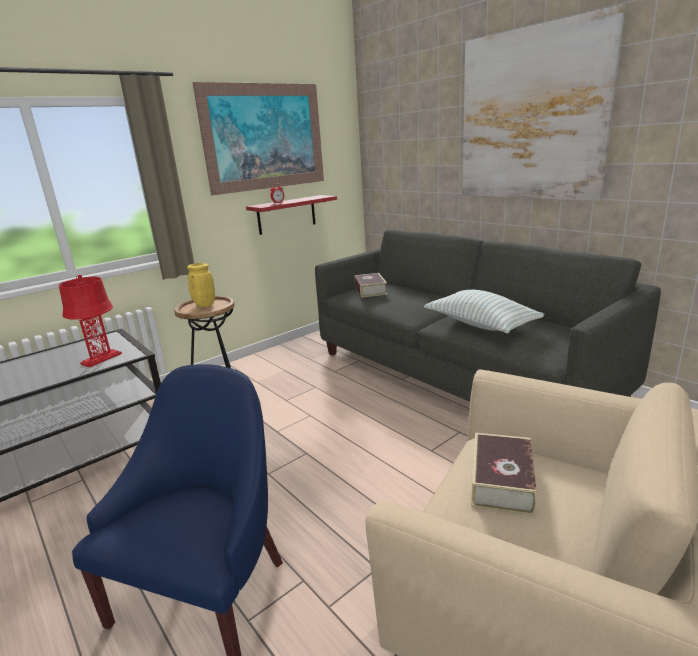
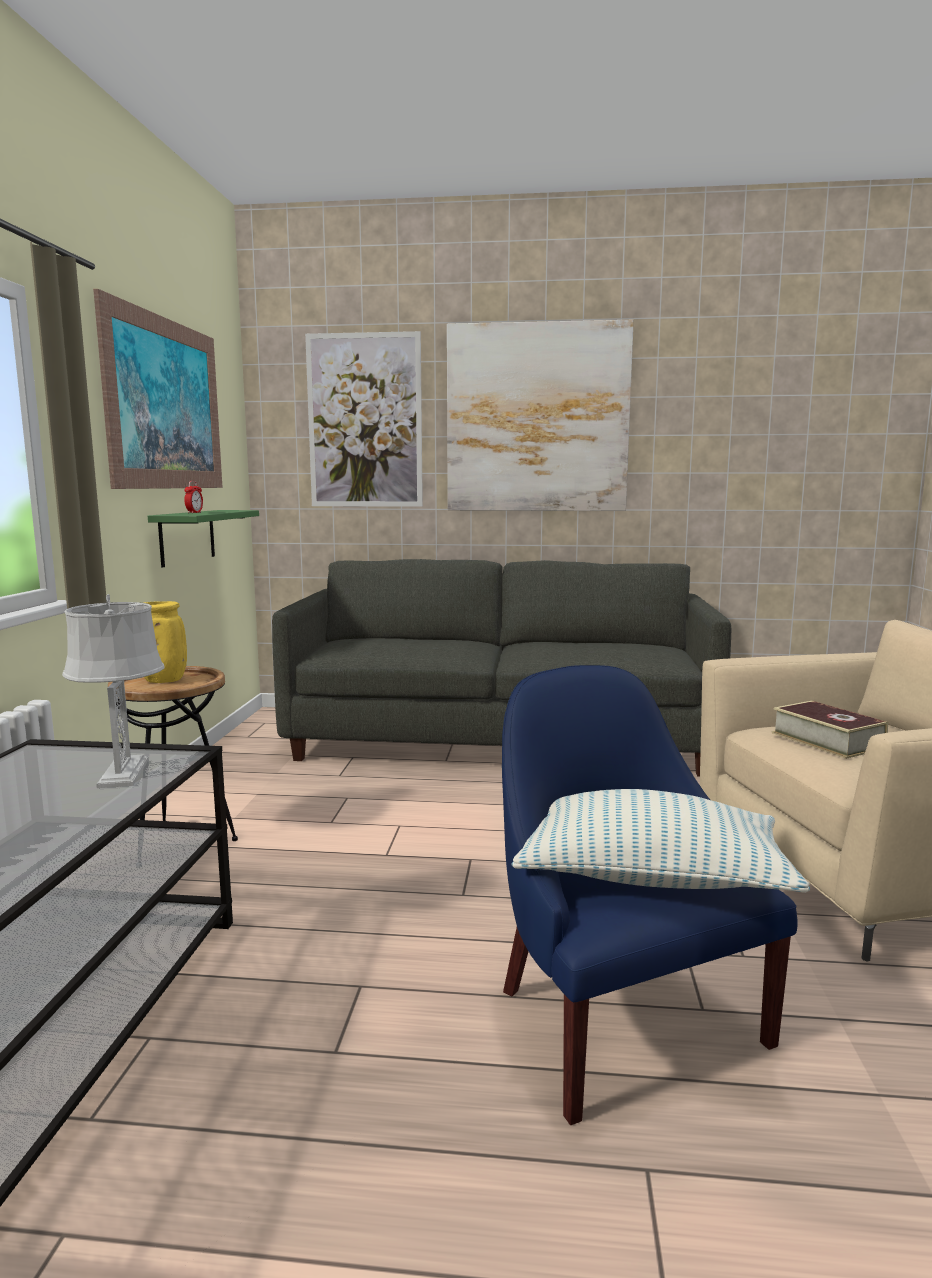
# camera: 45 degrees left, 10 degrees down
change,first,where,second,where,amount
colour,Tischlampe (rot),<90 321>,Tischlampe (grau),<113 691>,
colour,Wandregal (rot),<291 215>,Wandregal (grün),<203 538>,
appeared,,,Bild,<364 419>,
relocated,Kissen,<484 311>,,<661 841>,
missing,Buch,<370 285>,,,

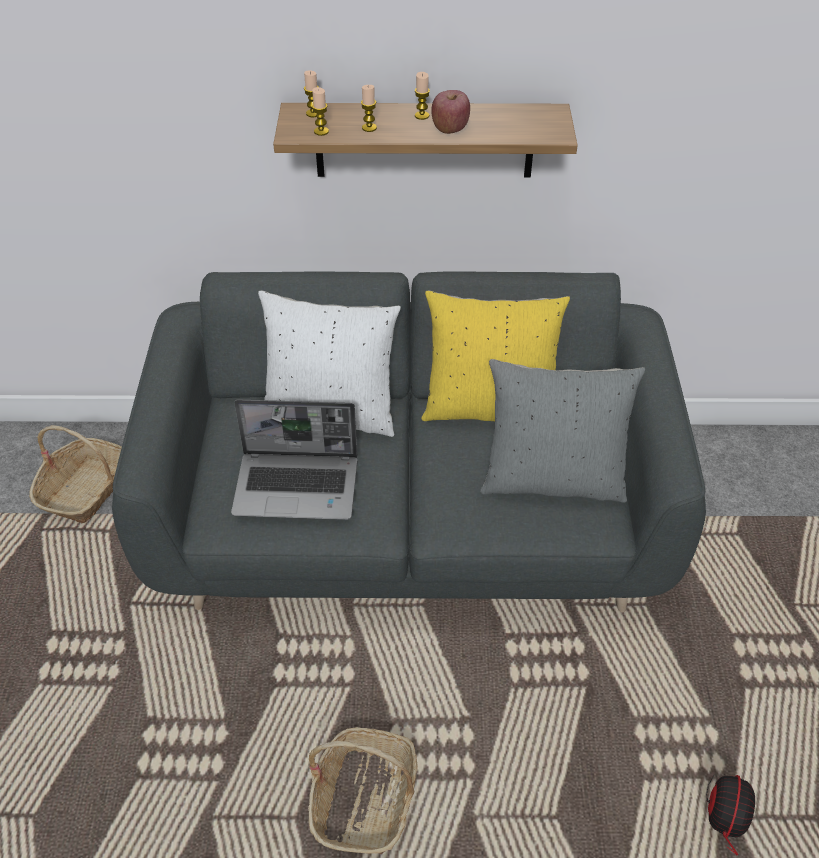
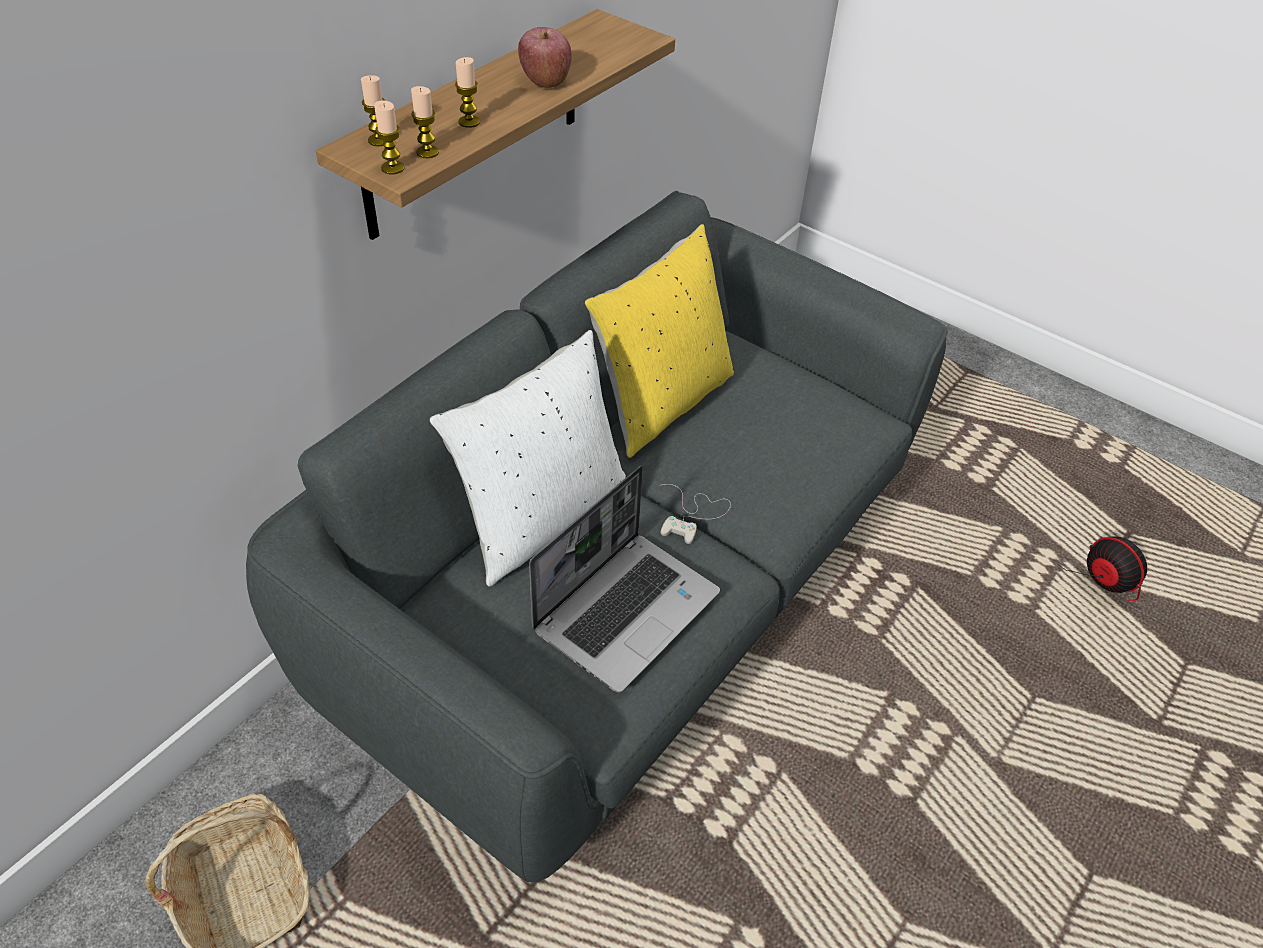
# camera: 55 degrees left, 0 degrees up
change,first,where,second,where,amount
relocated,Kerze,<422 96>,,<389 137>,
appeared,,,Gamepad (weiß),<695 514>,
missing,Korb,<363 790>,,,
missing,Kissen (grau),<562 431>,,,

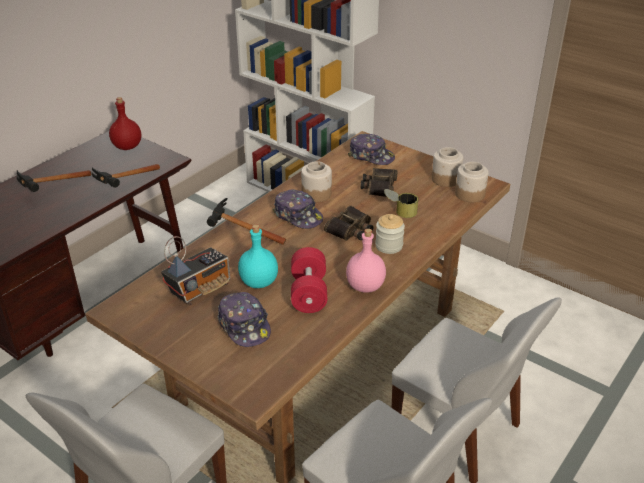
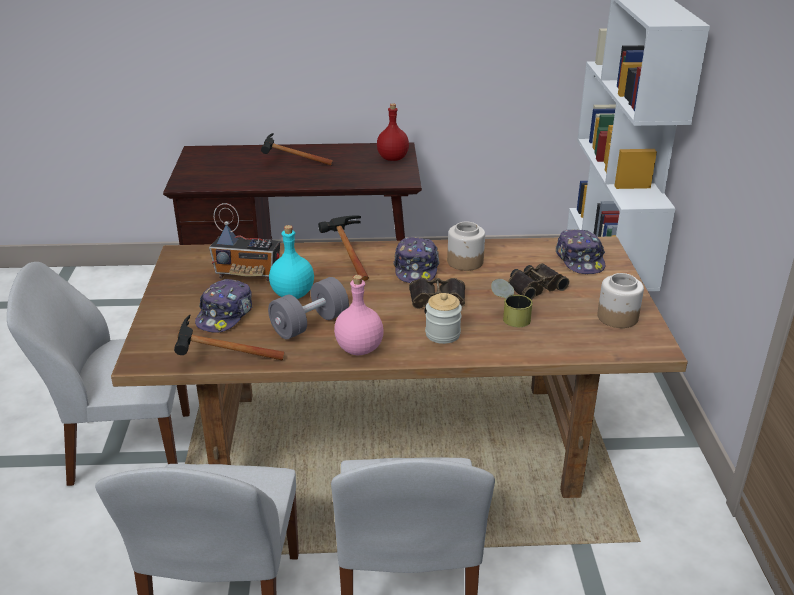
# camera: 50 degrees right, 5 degrees down
change,first,where,second,where,amount
relocated,Hammer,<126 176>,,<229 337>,
colour,Hantel (rot),<309 280>,Hantel (grau),<308 308>,
missing,Vorratsglas,<472 182>,,,

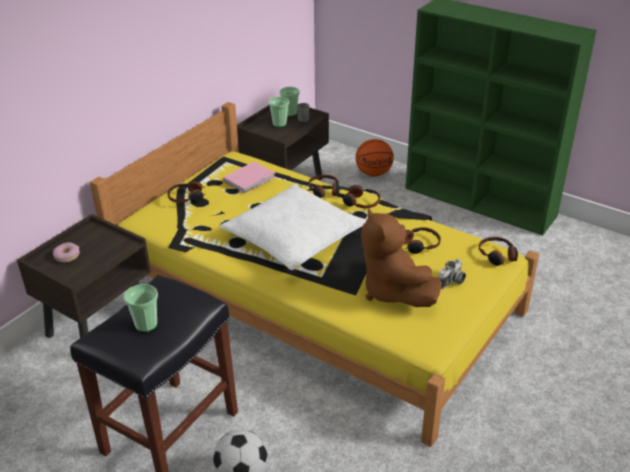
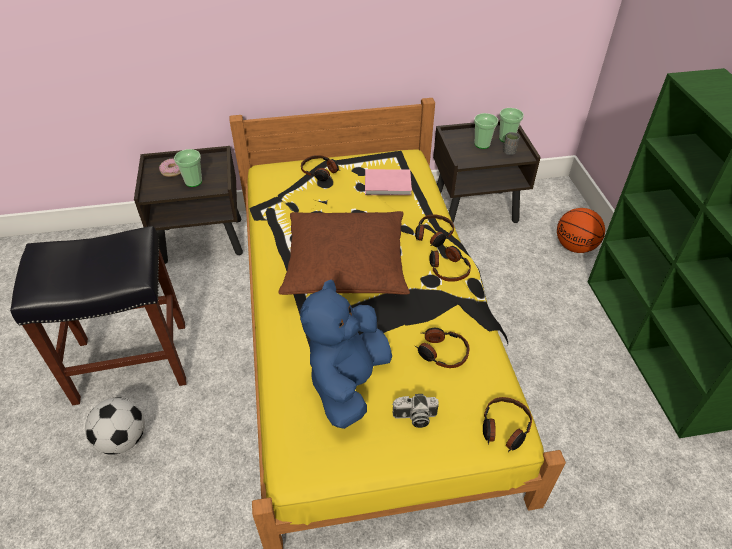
# camera: 45 degrees right, 10 degrees up
change,first,where,second,where,amount
relocated,Tasse,<141 308>,,<188 168>,
colour,Kissen (weiß),<293 227>,Kissen (braun),<344 253>,
colour,Plüschtier (braun),<401 257>,Plüschtier (blau),<346 354>,

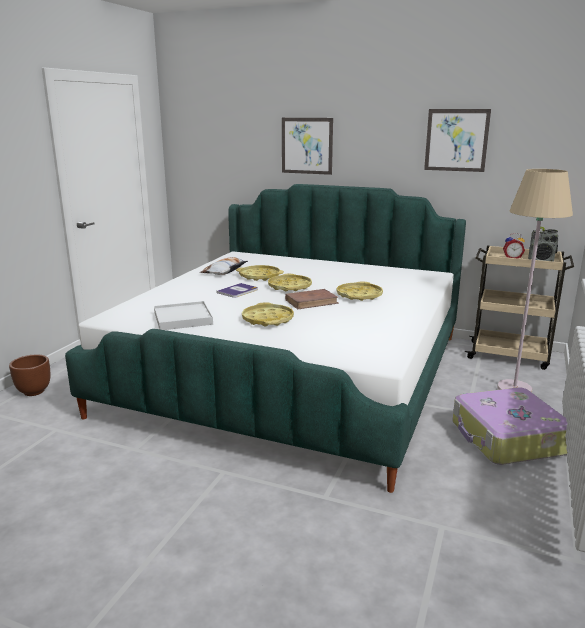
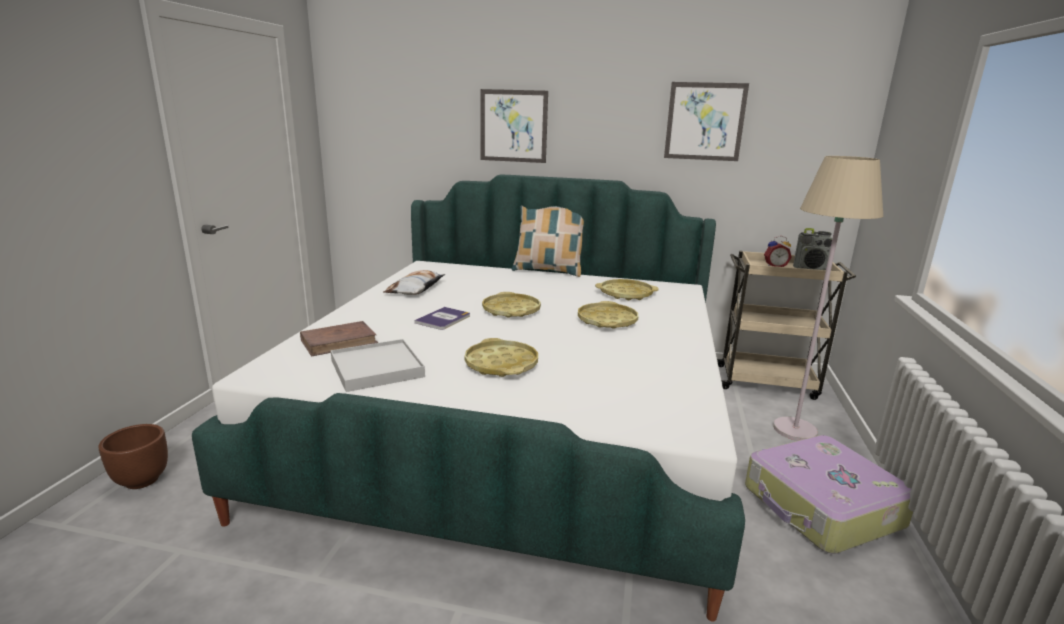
# camera: 10 degrees left, 0 degrees up
change,first,where,second,where,amount
relocated,Buch (braun),<312 299>,,<339 339>,
appeared,,,Kissen,<548 241>,
relocated,Tablett (gelb),<260 273>,,<627 289>,

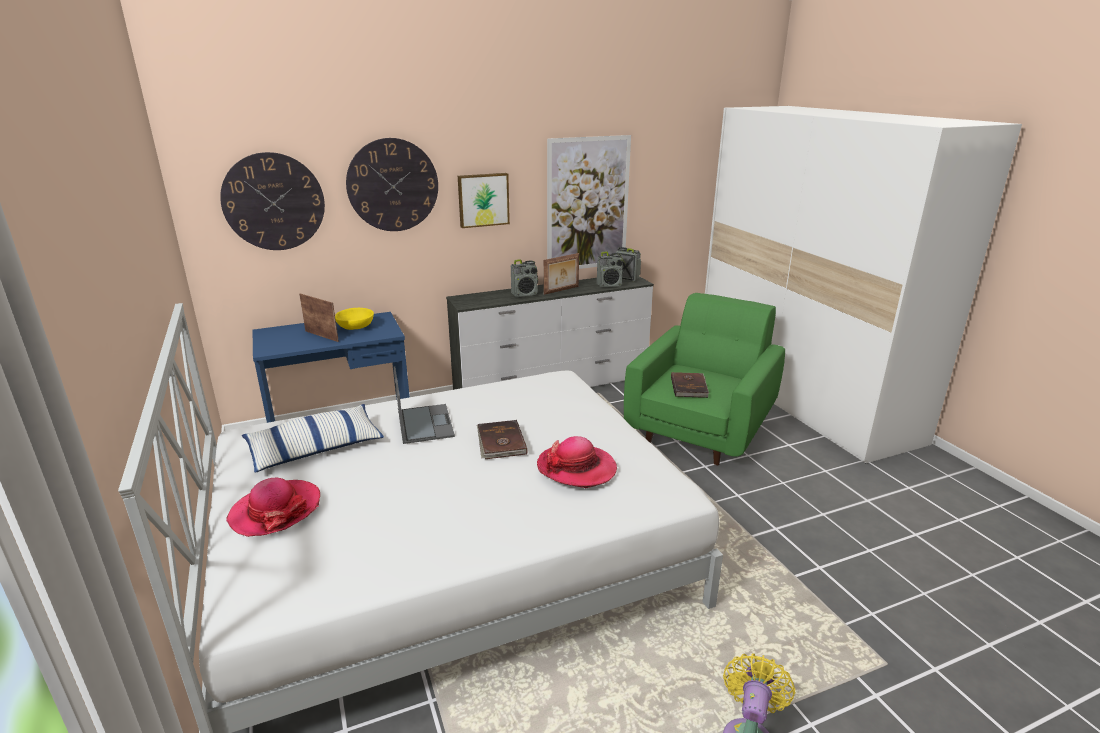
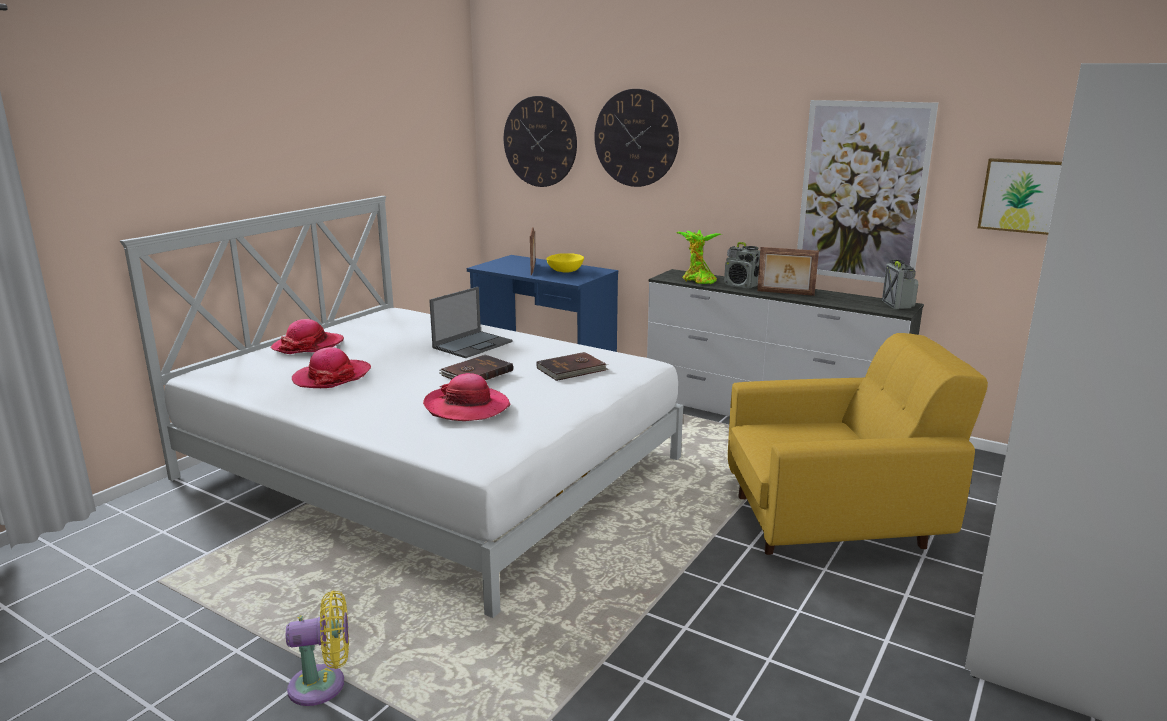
# camera: 55 degrees right, 5 degrees down
change,first,where,second,where,amount
appeared,,,Hut,<331 367>,
relocated,Buch (braun),<690 385>,,<572 366>,
appeared,,,Topfpflanze,<698 257>,
colour,Sessel (grün),<704 379>,Sessel (gelb),<858 444>,
relocated,Bild,<484 200>,,<1020 196>,
missing,Kissen,<313 438>,,,
missing,Radio,<610 269>,,,

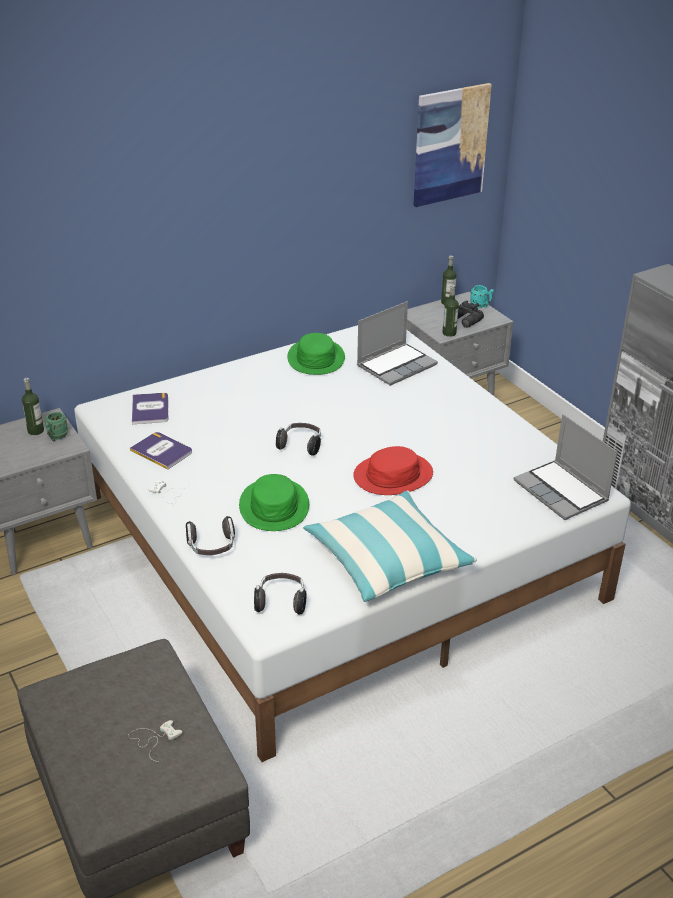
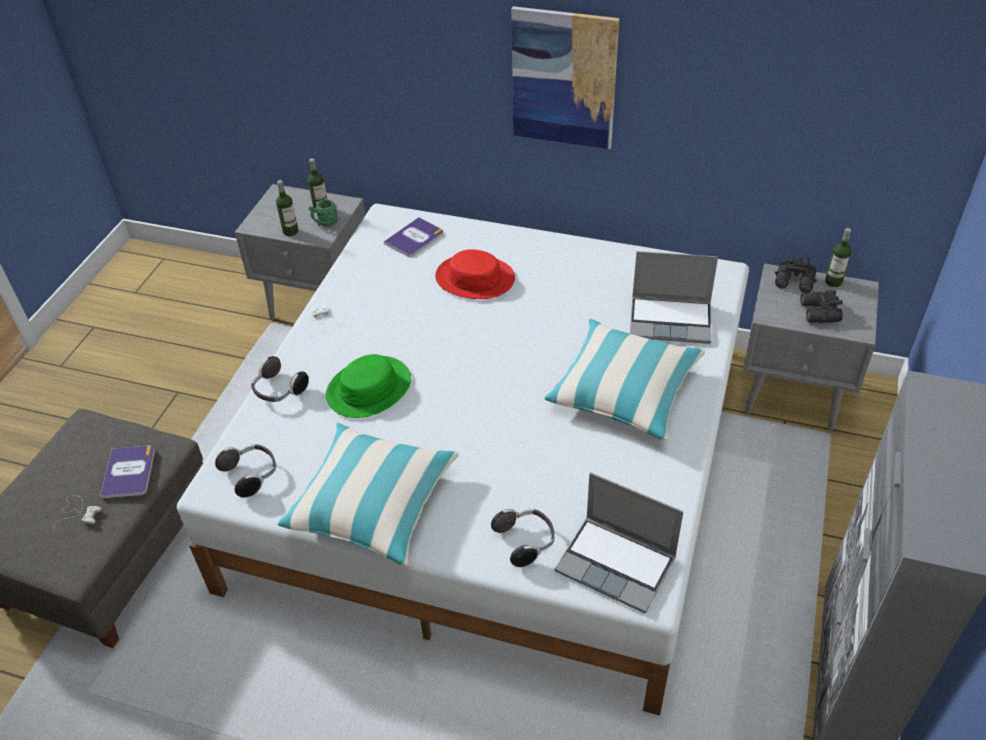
# camera: 50 degrees right, 10 degrees up
change,first,where,second,where,amount
relocated,Buch,<161 451>,,<127 472>,
relocated,Flasche,<450 311>,,<287 208>,
relocated,Hut (rot),<393 470>,,<475 274>,
relocated,Kopfhörer,<298 439>,,<522 538>,
relocated,Bild,<452 145>,,<565 77>,
appeared,,,Kissen,<625 380>,
spun,Laptop,<566 467>,,<619 543>,75 degrees counterclockwise
appeared,,,Fernglas (schwarz),<796 274>,
missing,Hut (grün),<316 354>,,,
missing,Henkelbecher (türkis),<482 296>,,,

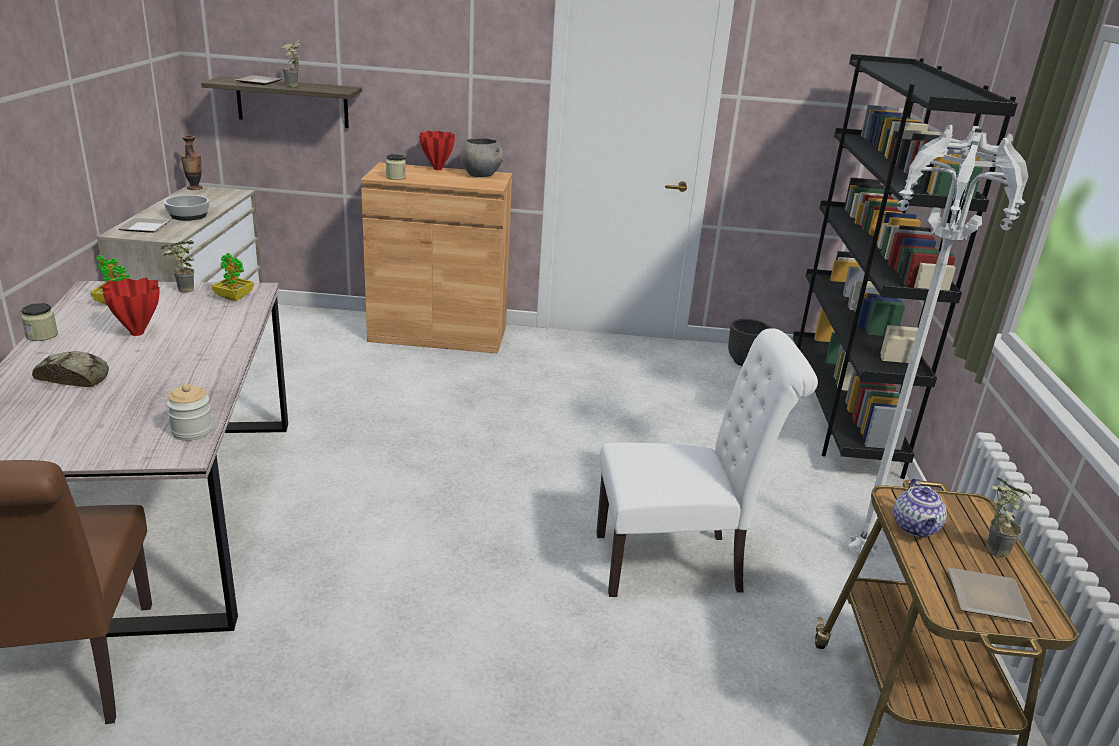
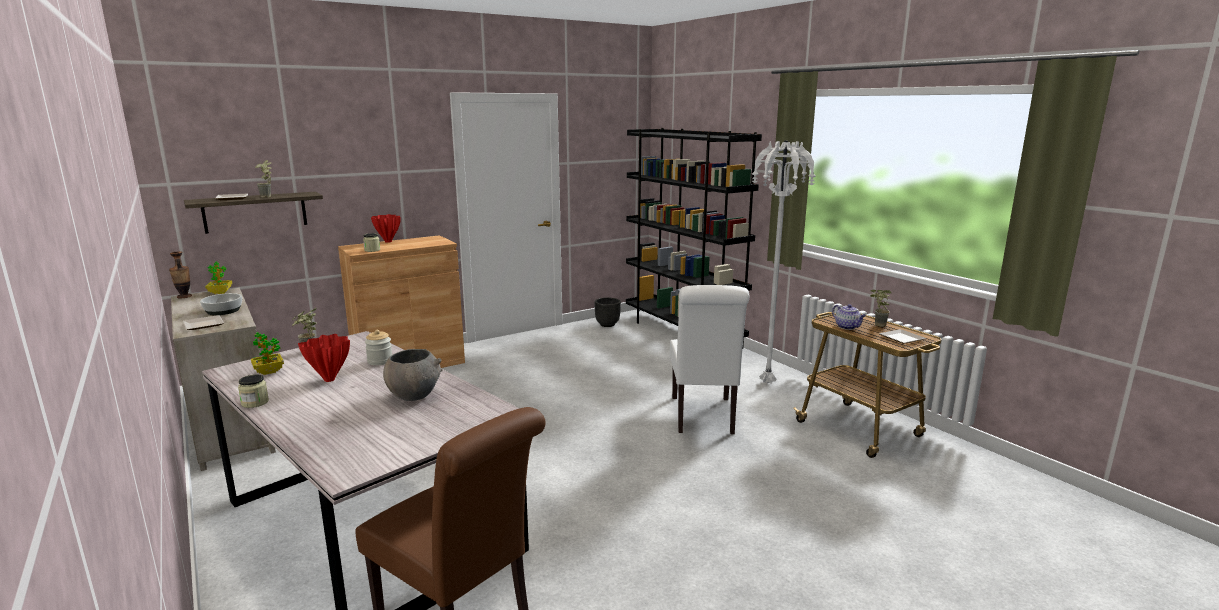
# camera: 35 degrees left, 10 degrees down
change,first,where,second,where,amount
relocated,Topfpflanze,<233 277>,,<218 278>,
relocated,Vorratsglas,<189 412>,,<378 347>,
relocated,Schüssel (grau),<482 157>,,<412 375>,
spun,Stuhl (weiß),<707 462>,,<709 359>,135 degrees clockwise
missing,Brot,<70 369>,,,

